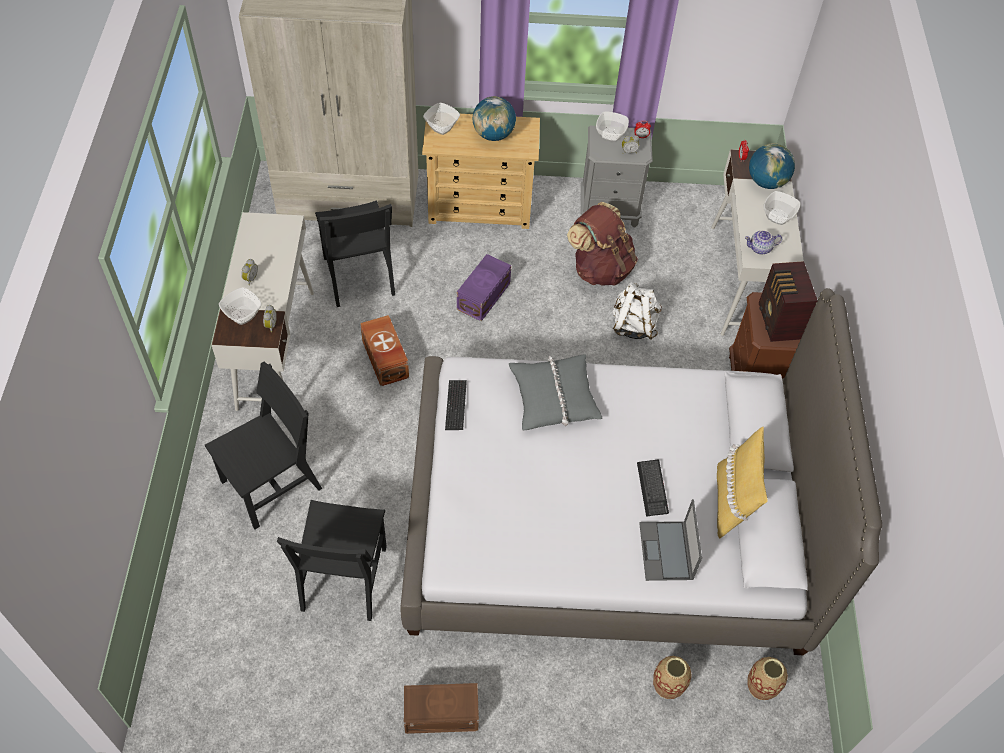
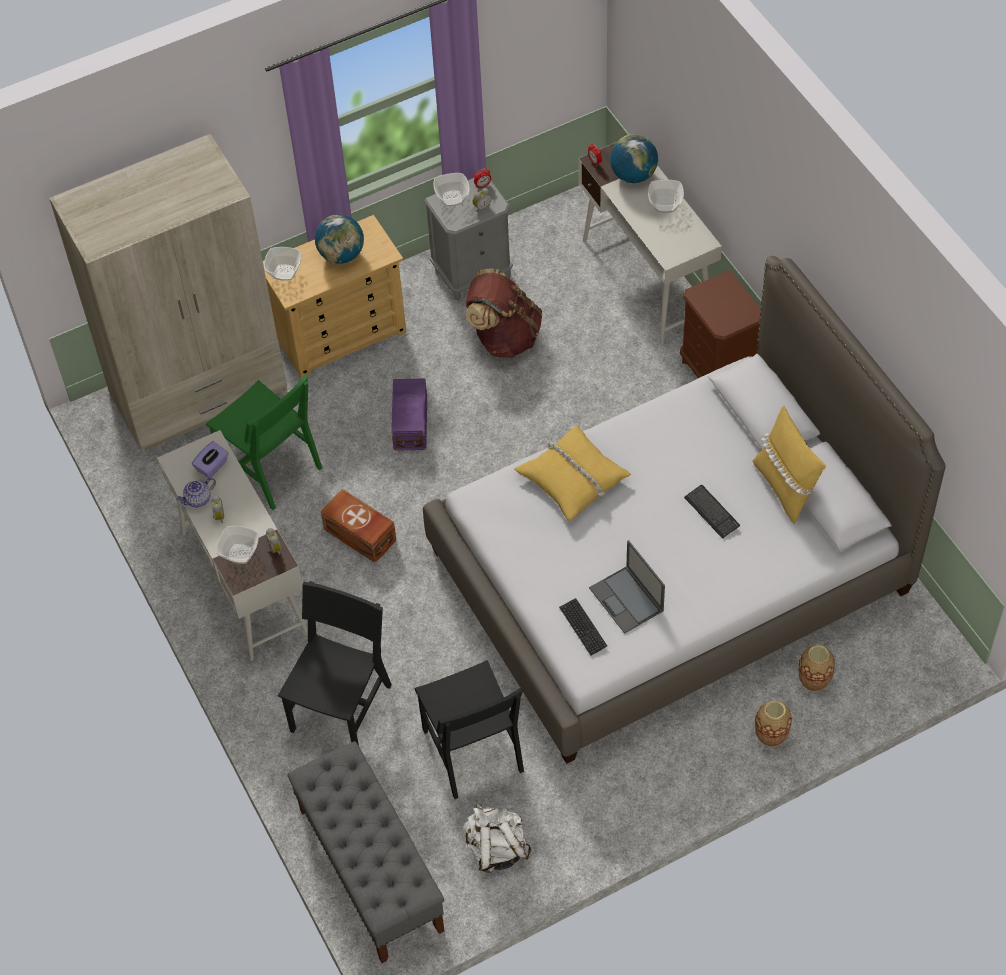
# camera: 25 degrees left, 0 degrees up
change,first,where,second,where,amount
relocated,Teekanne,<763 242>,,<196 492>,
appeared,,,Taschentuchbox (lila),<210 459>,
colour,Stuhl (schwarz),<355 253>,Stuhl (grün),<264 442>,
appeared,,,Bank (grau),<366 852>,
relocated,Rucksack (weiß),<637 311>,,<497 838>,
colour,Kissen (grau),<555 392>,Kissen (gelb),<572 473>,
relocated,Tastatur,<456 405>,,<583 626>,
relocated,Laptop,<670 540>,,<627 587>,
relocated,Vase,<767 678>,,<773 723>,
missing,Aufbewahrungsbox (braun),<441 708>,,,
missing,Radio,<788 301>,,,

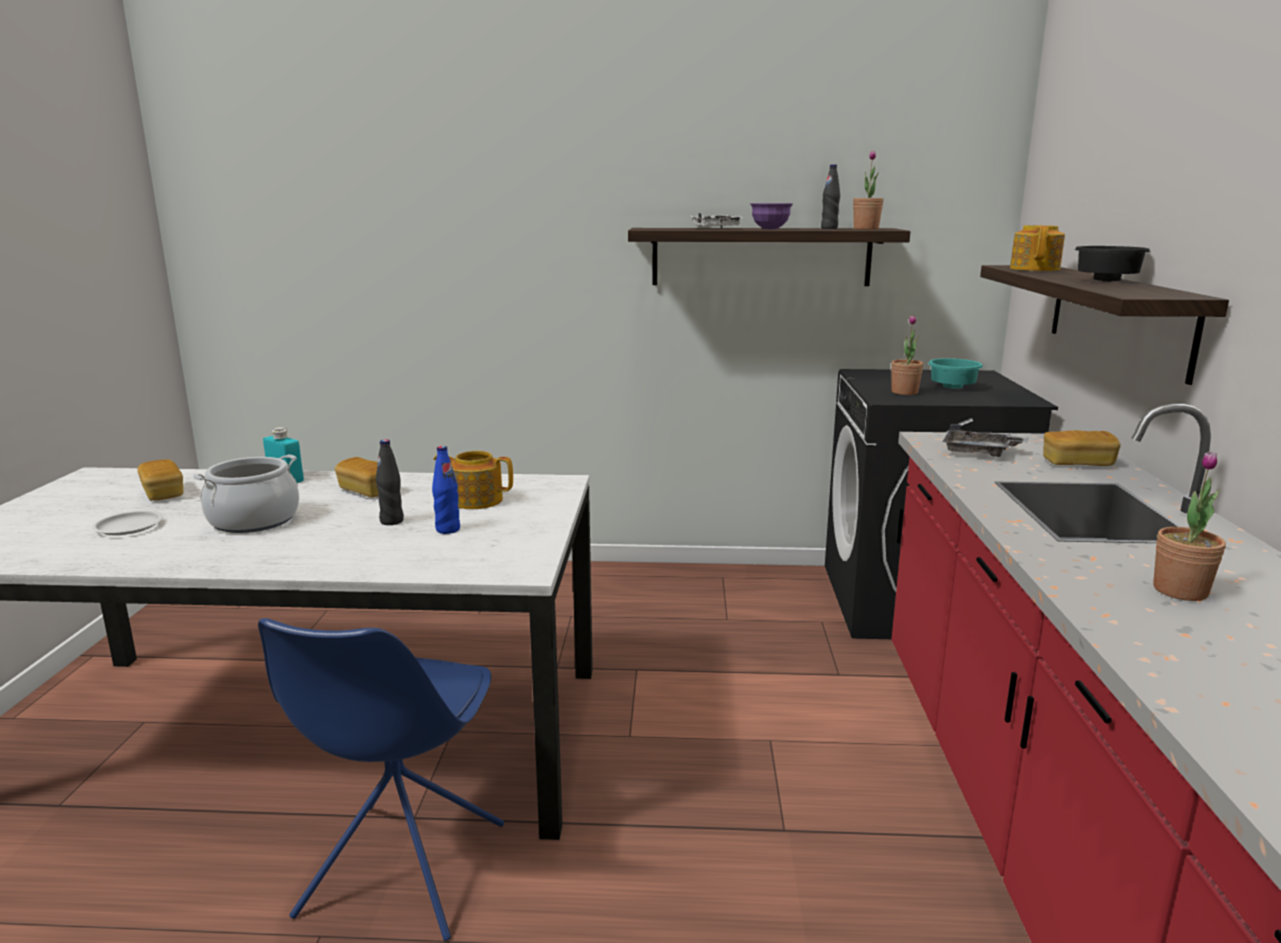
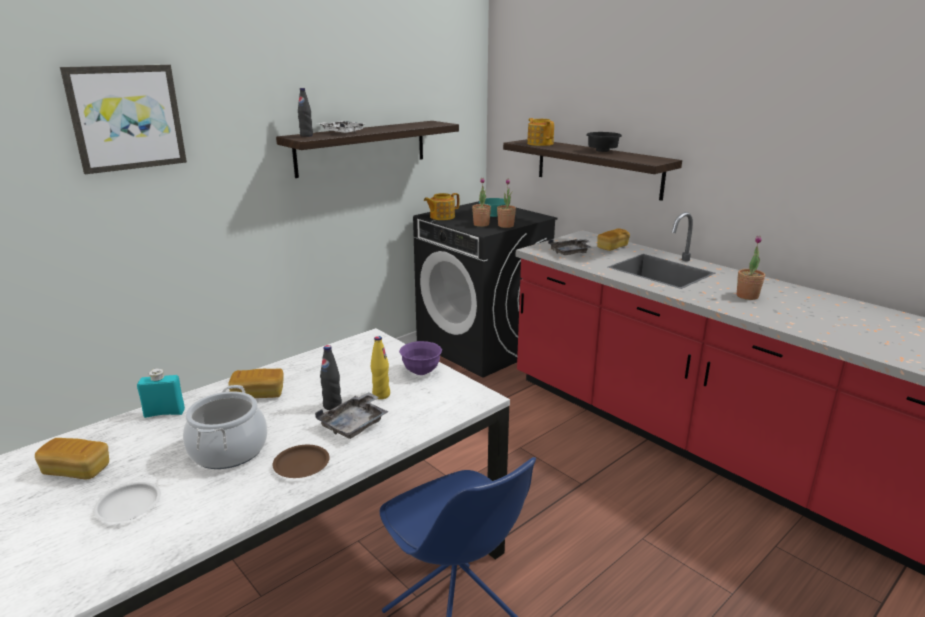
# camera: 45 degrees left, 5 degrees up
change,first,where,second,where,amount
appeared,,,Bild,<123 119>,
appeared,,,Teller (braun),<301 461>,
relocated,Flasche (schwarz),<830 196>,,<305 112>,
appeared,,,Tablett (grau),<352 415>,
colour,Flasche (blau),<446 490>,Flasche (gelb),<380 367>,
relocated,Schüssel (lila),<771 216>,,<420 358>,
relocated,Teekanne,<473 480>,,<441 206>,
relocated,Topfpflanze,<868 190>,,<506 203>,

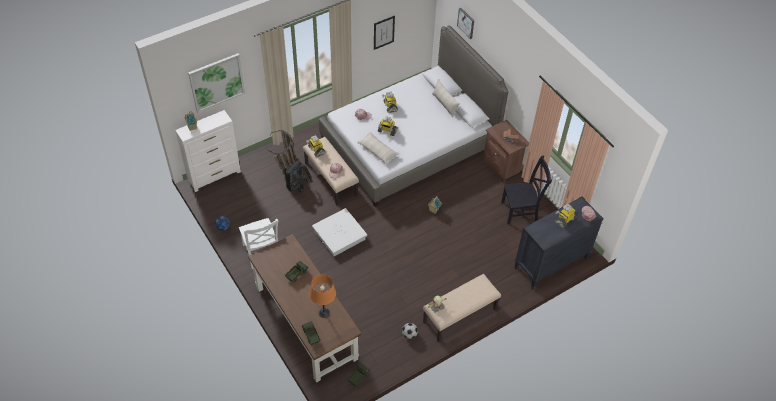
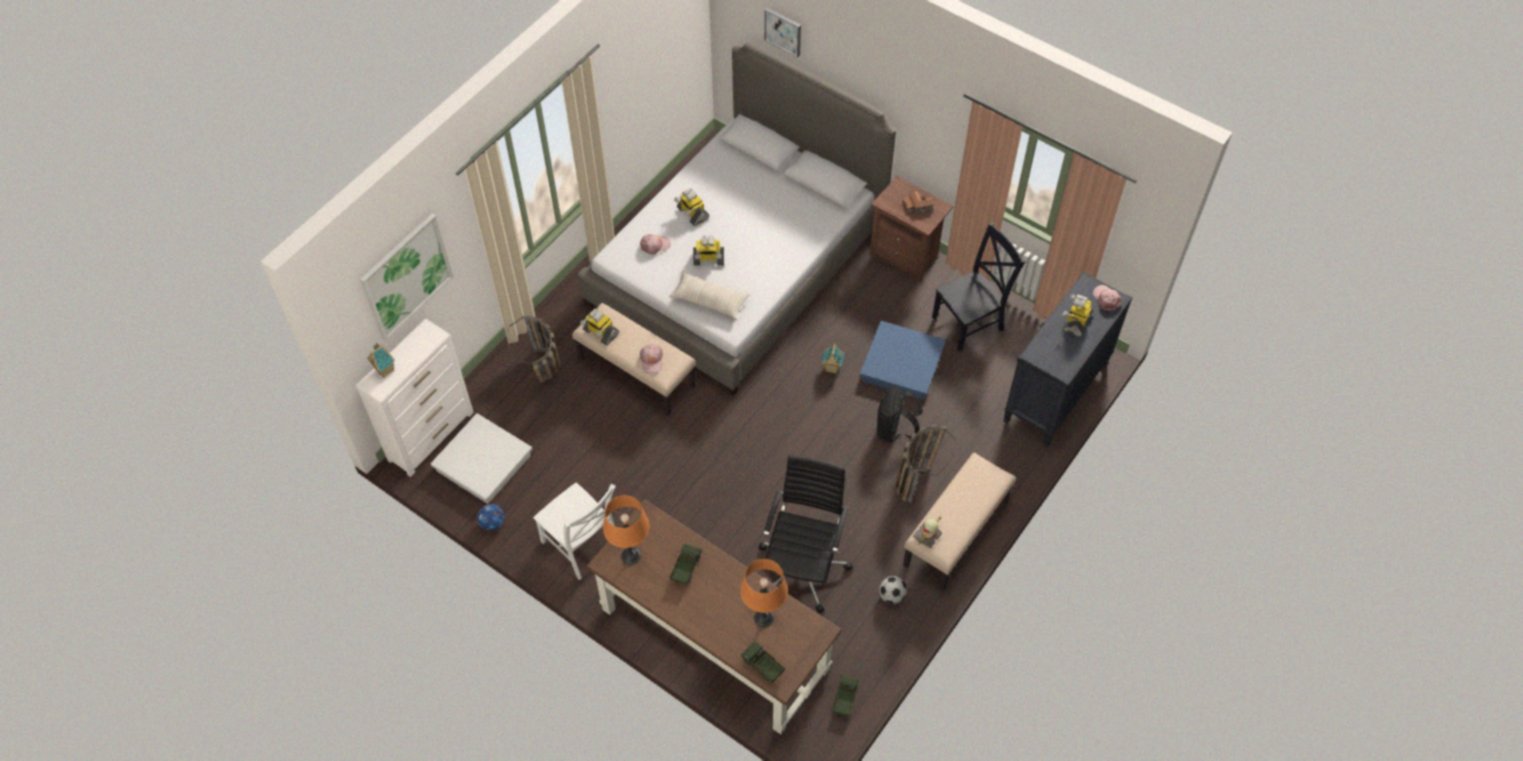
# camera: 20 degrees left, 5 degrees up
change,first,where,second,where,amount
relocated,Aufbewahrungsbox (weiß),<339 232>,,<481 458>,
appeared,,,Tischlampe (orange),<626 530>,
appeared,,,Bürostuhl (schwarz),<805 534>,
appeared,,,Aufbewahrungsbox (blau),<903 360>,
relocated,Rucksack (schwarz),<299 177>,,<899 414>,
appeared,,,Korb,<925 464>,
missing,Bild,<384 33>,,,
missing,Kissen (beige),<446 98>,,,

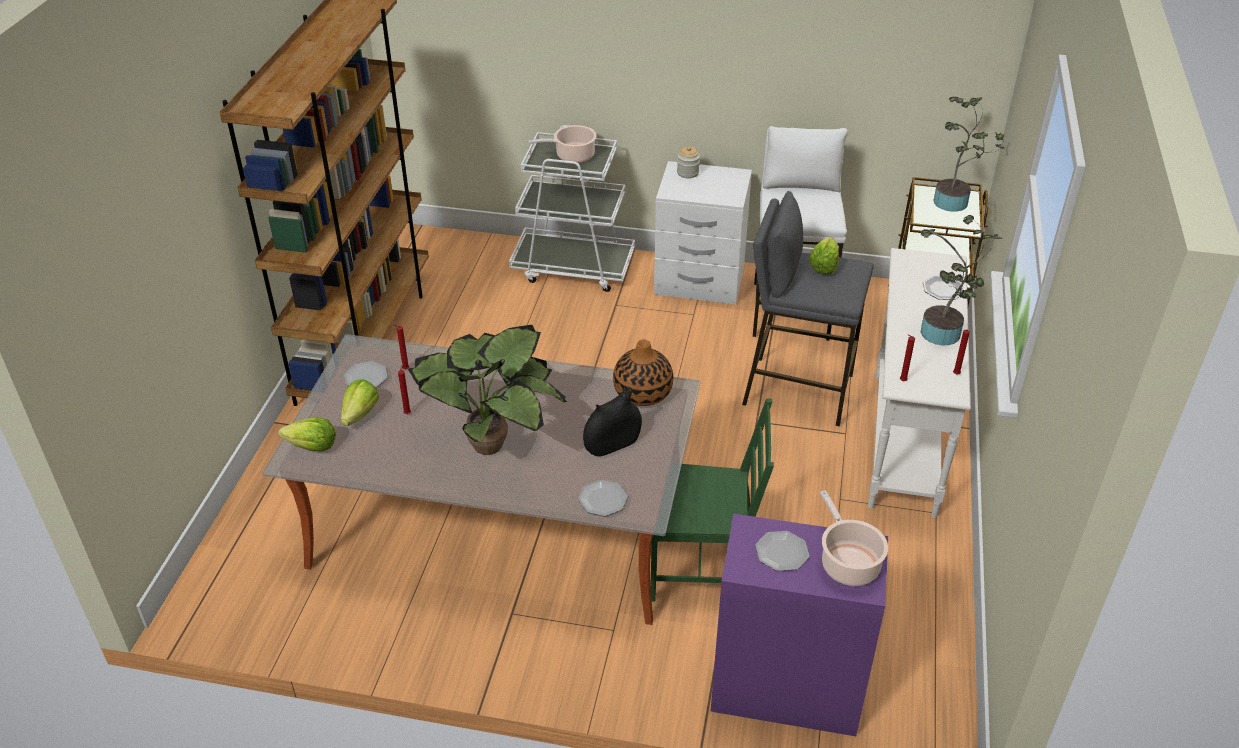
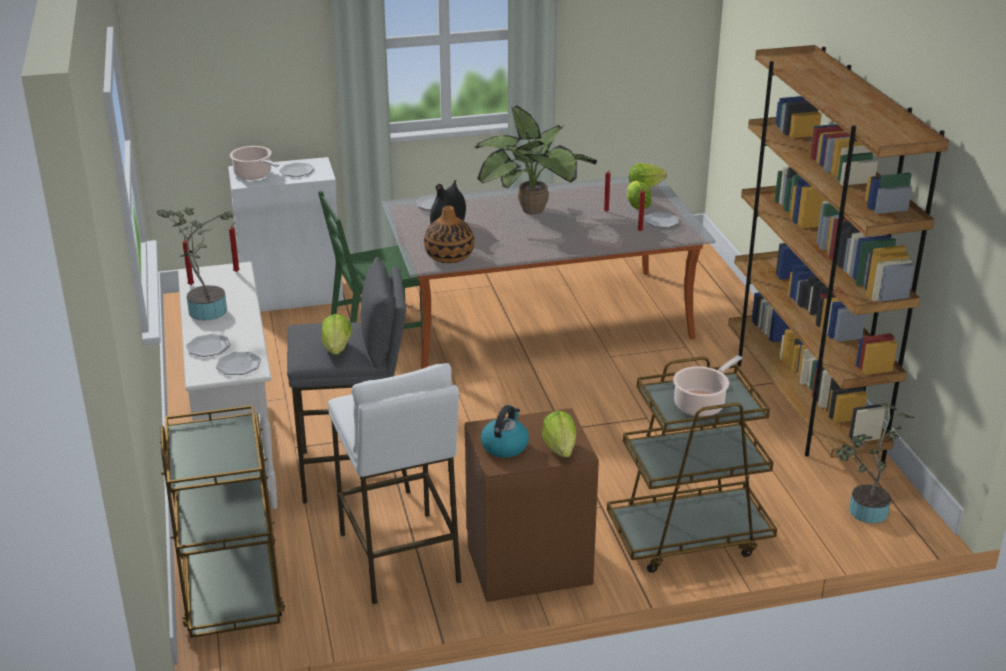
# camera: 155 degrees right, 10 degrees down
change,first,where,second,where,amount
appeared,,,Teller,<238 363>,
colour,Schrank (lila),<799 625>,Schrank (weiß),<286 234>,
colour,Nachttisch (weiß),<703 232>,Nachttisch (braun),<532 505>,
appeared,,,Wasserkessel,<505 431>,
exchanged,Vorratsglas,<688 162>,Salatkopf,<559 434>,
colour,Rollwagen (weiß),<572 208>,Rollwagen (braun),<692 465>,
relocated,Topfpflanze,<968 154>,,<875 463>,

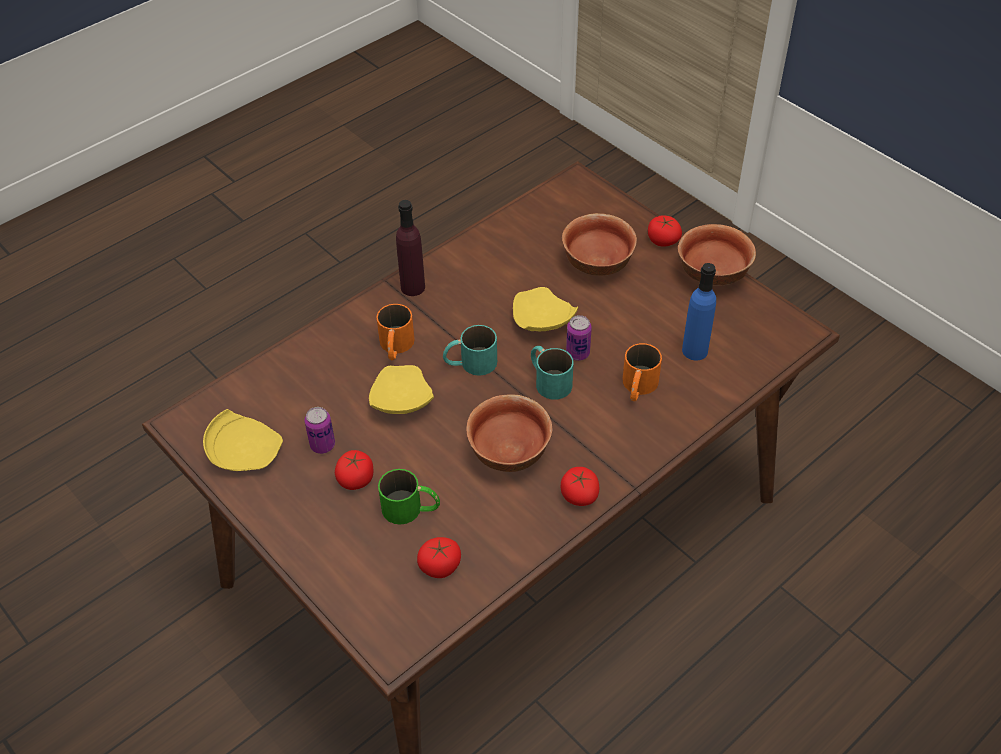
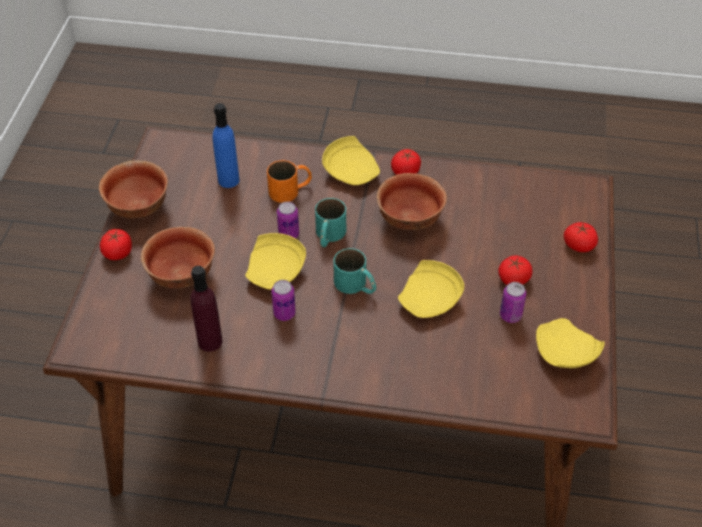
# camera: 130 degrees left, 0 degrees up
change,first,where,second,where,amount
relocated,Flasche (lila),<410 248>,,<206 309>,
appeared,,,Dose,<283 300>,
appeared,,,Teller (gelb),<351 160>,
relocated,Tomate,<439 557>,,<581 237>,
missing,Henkelbecher (orange),<395 332>,,,
missing,Henkelbecher (grün),<409 497>,,,

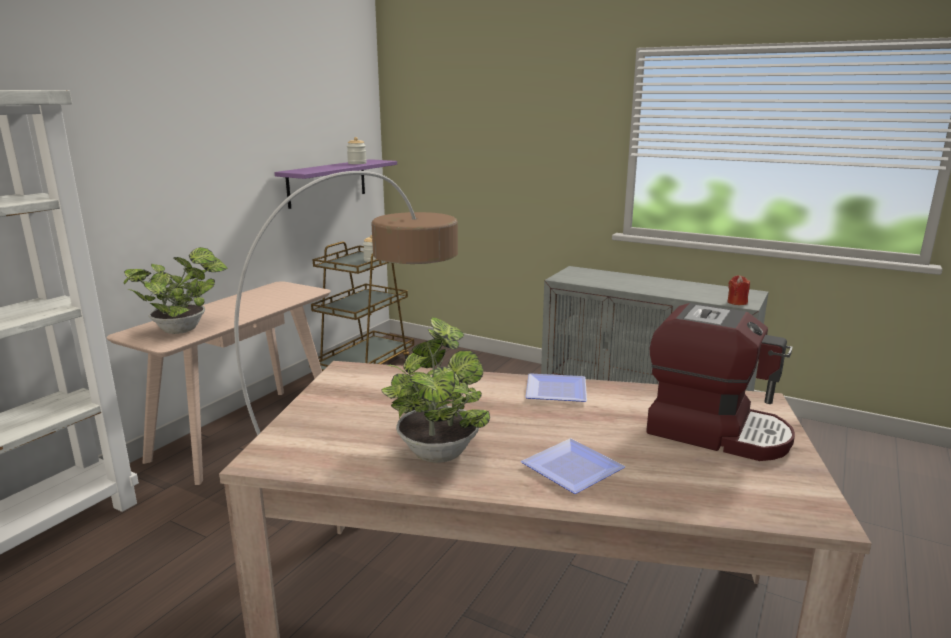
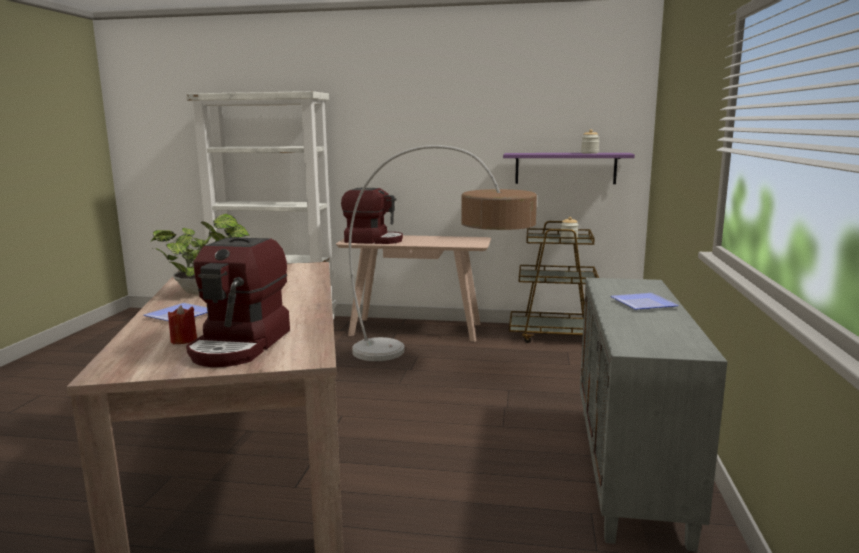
# camera: 70 degrees right, 5 degrees down
change,first,where,second,where,amount
relocated,Kerze (rot),<738 290>,,<182 324>,
exchanged,Topfpflanze,<175 290>,Kaffeemaschine,<372 215>,
relocated,Teller,<556 387>,,<645 301>,

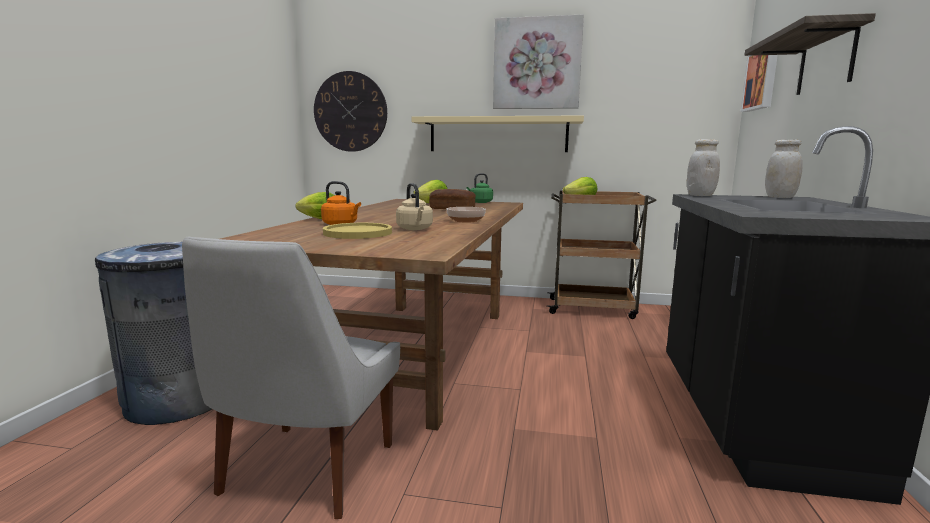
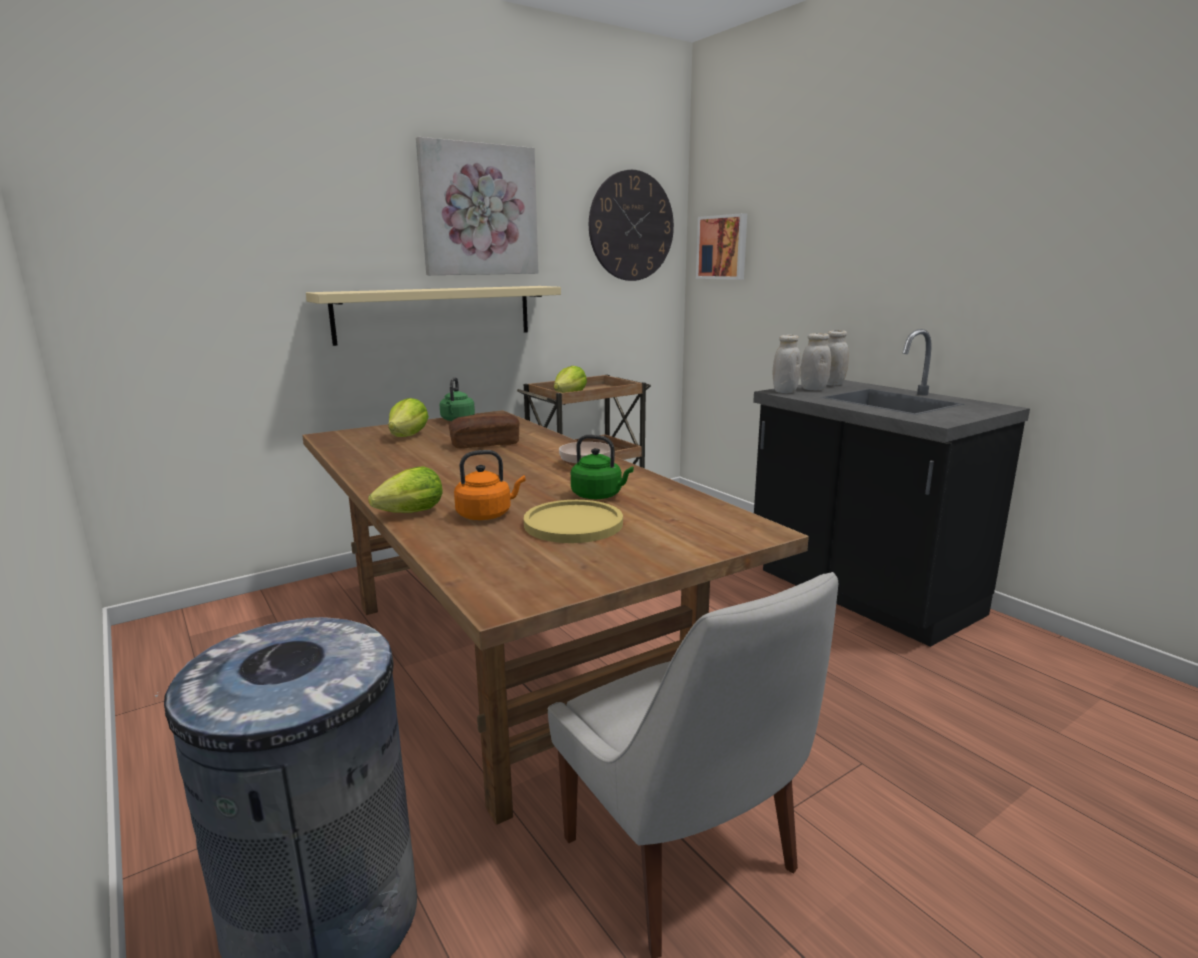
# camera: 45 degrees left, 5 degrees up
change,first,where,second,where,amount
colour,Wasserkessel (beige),<414 206>,Wasserkessel (grün),<602 467>,
relocated,Wanduhr,<350 111>,,<631 225>,
appeared,,,Vorratsglas (weiß),<816 361>,
missing,Wandregal,<810 54>,,,

